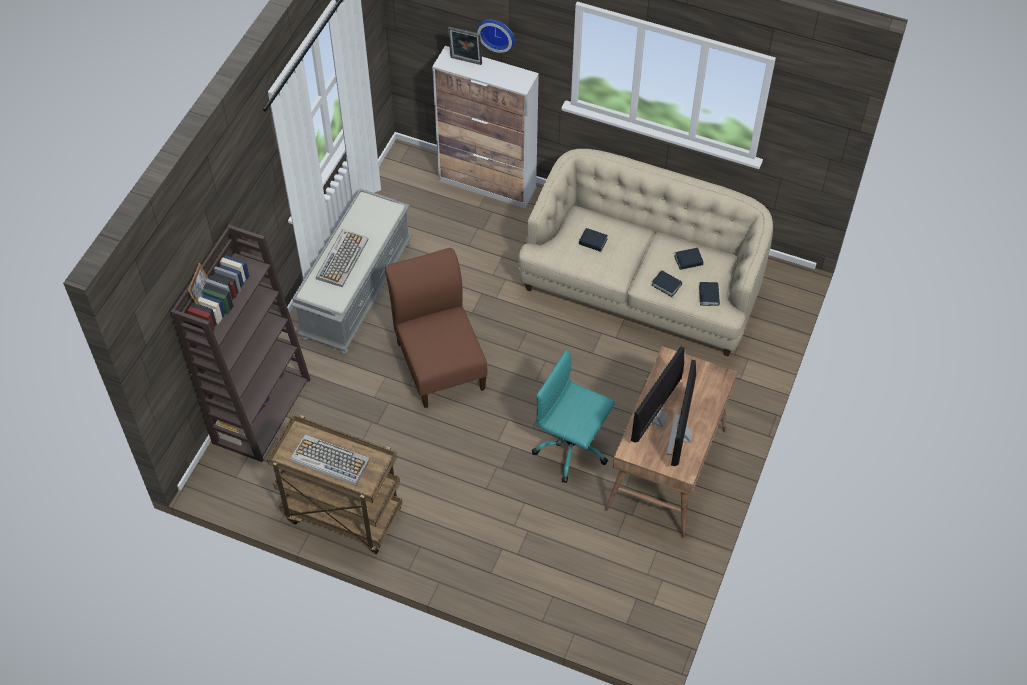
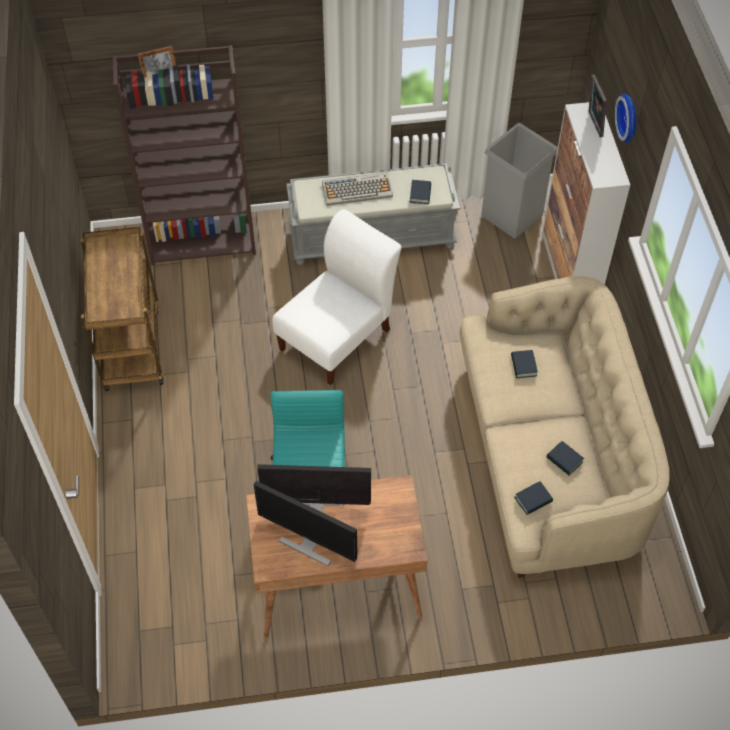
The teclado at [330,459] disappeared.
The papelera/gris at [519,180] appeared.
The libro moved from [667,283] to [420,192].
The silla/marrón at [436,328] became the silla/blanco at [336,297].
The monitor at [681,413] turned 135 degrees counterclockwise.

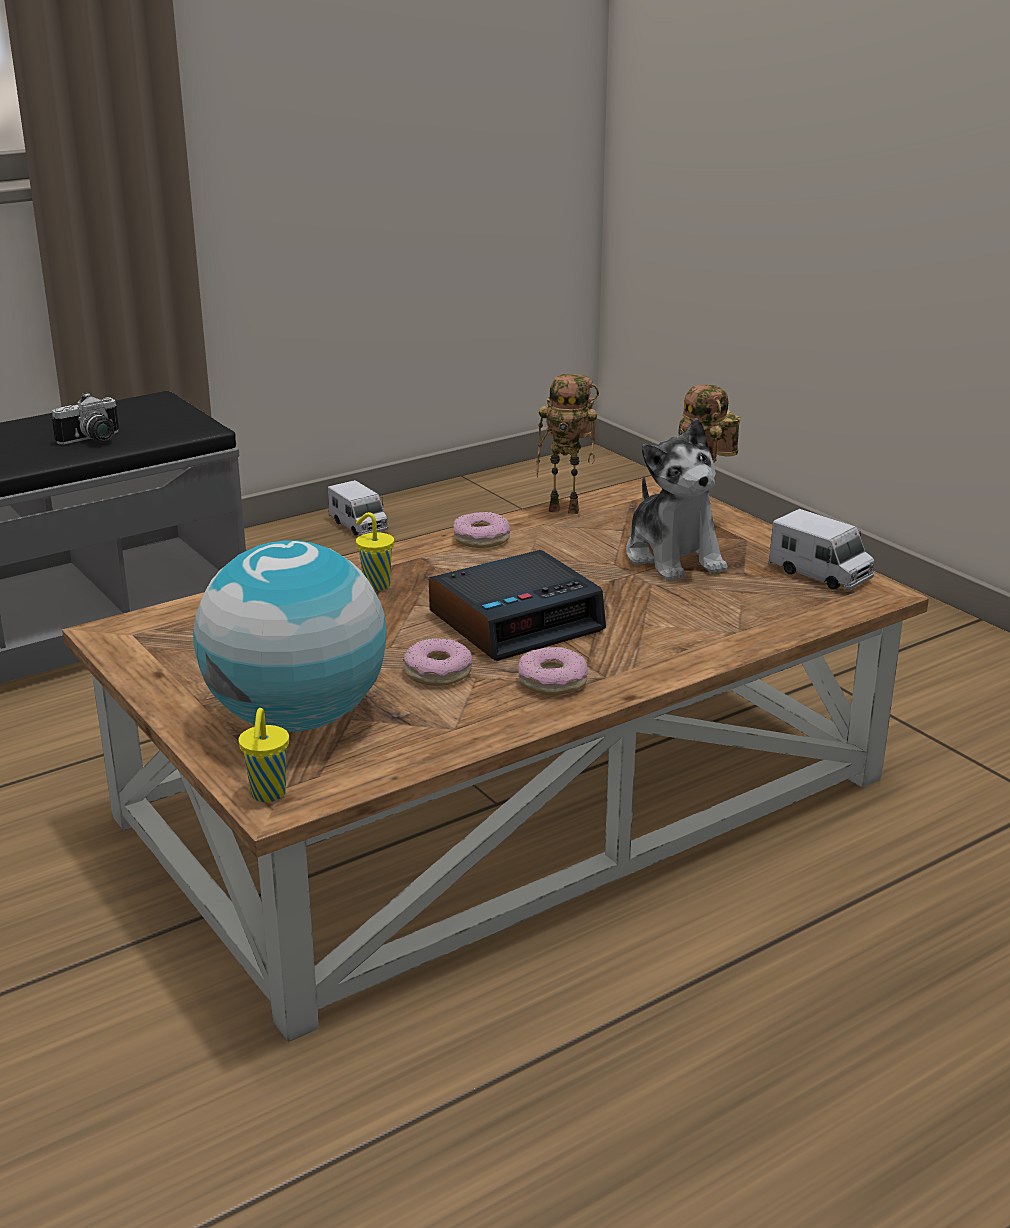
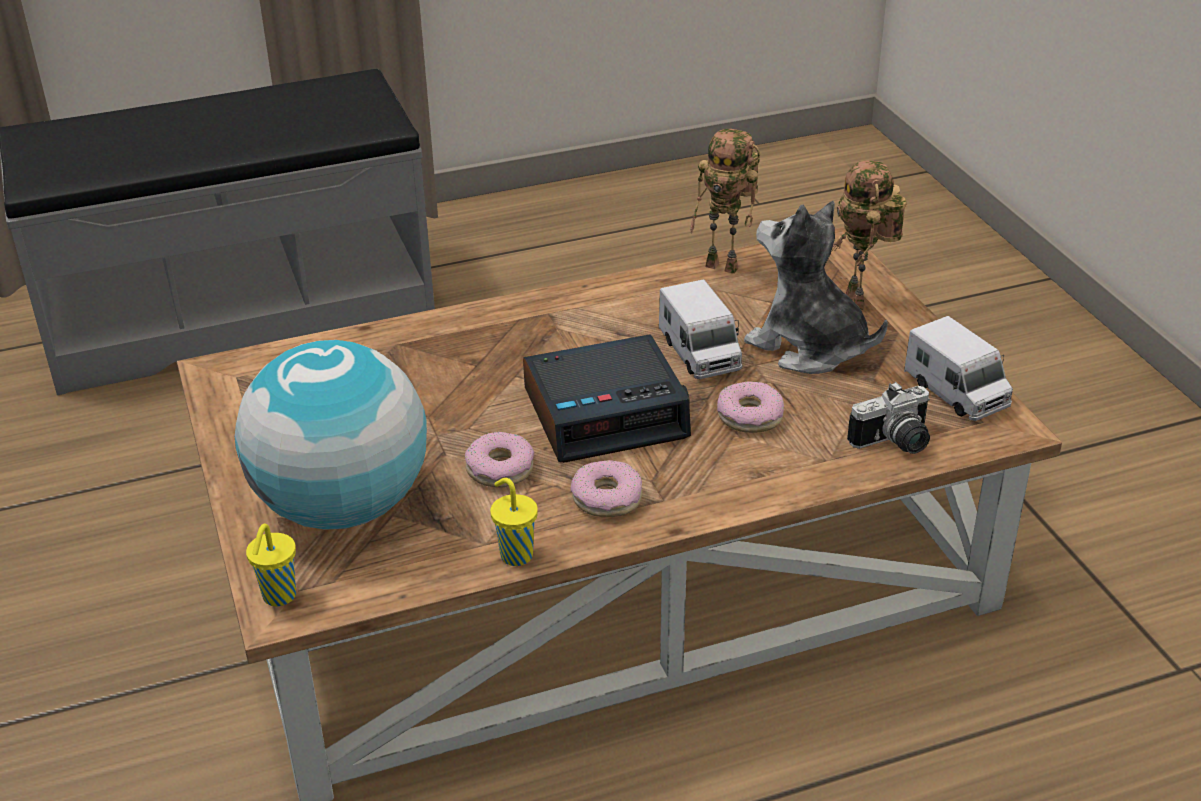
The cámara moved from [85,418] to [888,418].
The camión de juguete moved from [358,508] to [700,329].
The taza/amarillo moved from [375,551] to [514,522].
The rosquilla moved from [481,530] to [750,407].
The peluche at [677,499] turned 135 degrees clockwise.

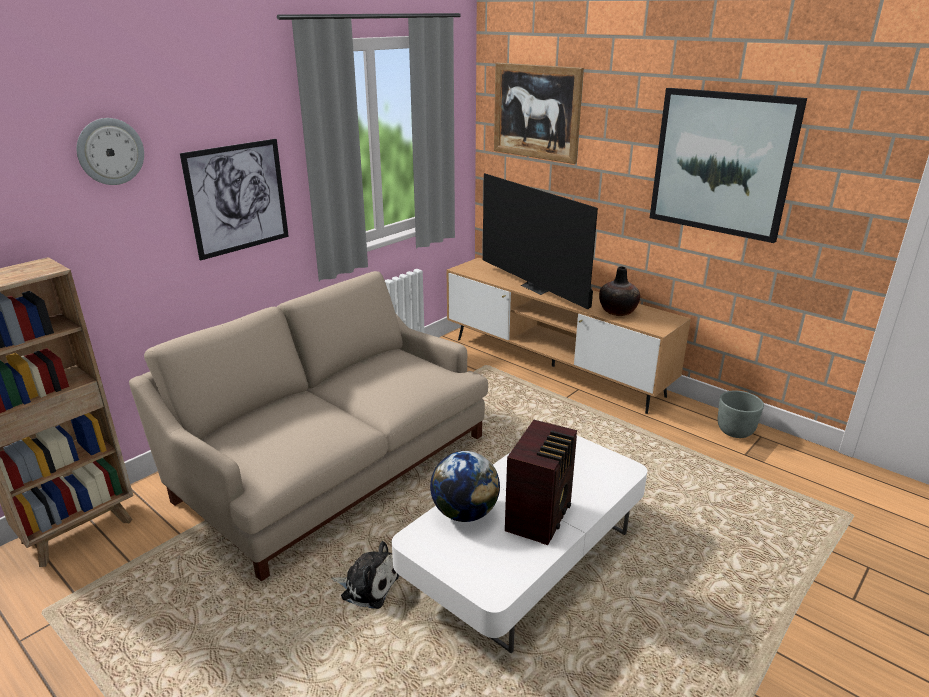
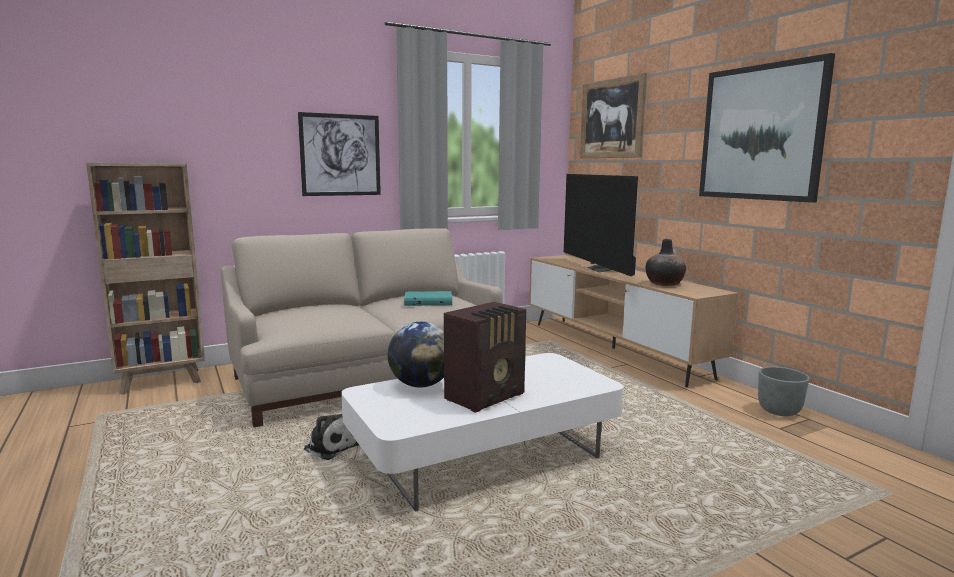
The reloj de pared at [110,151] disappeared.
The libro/turquesa at [428,298] appeared.

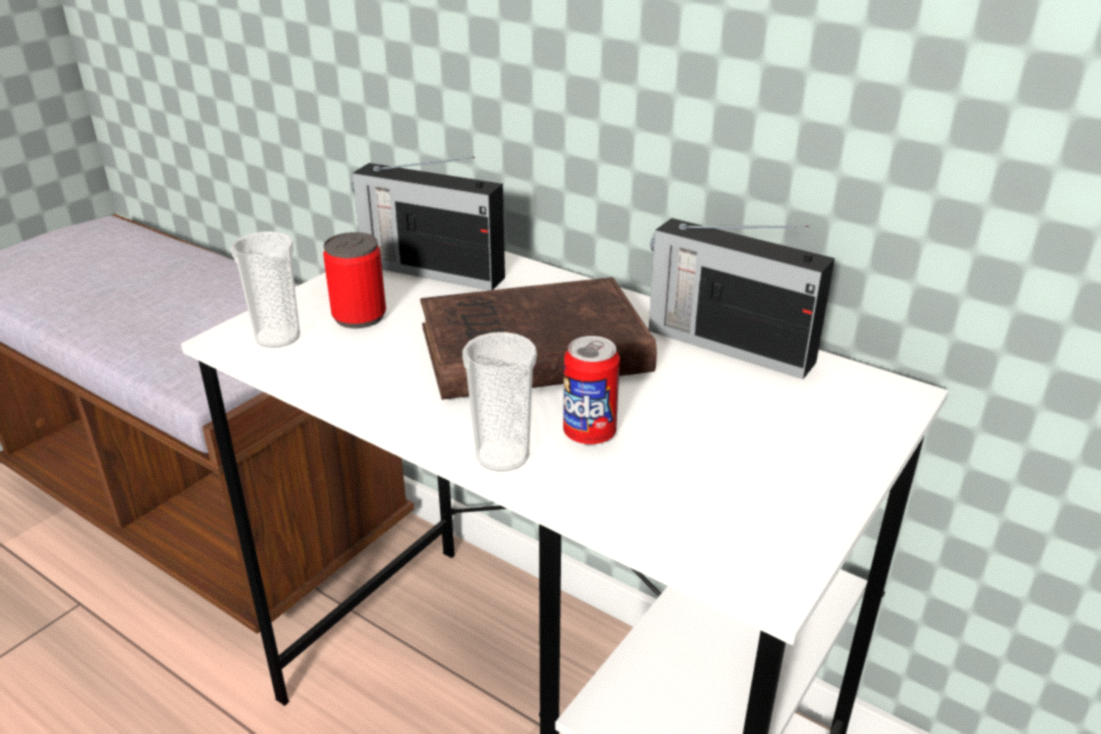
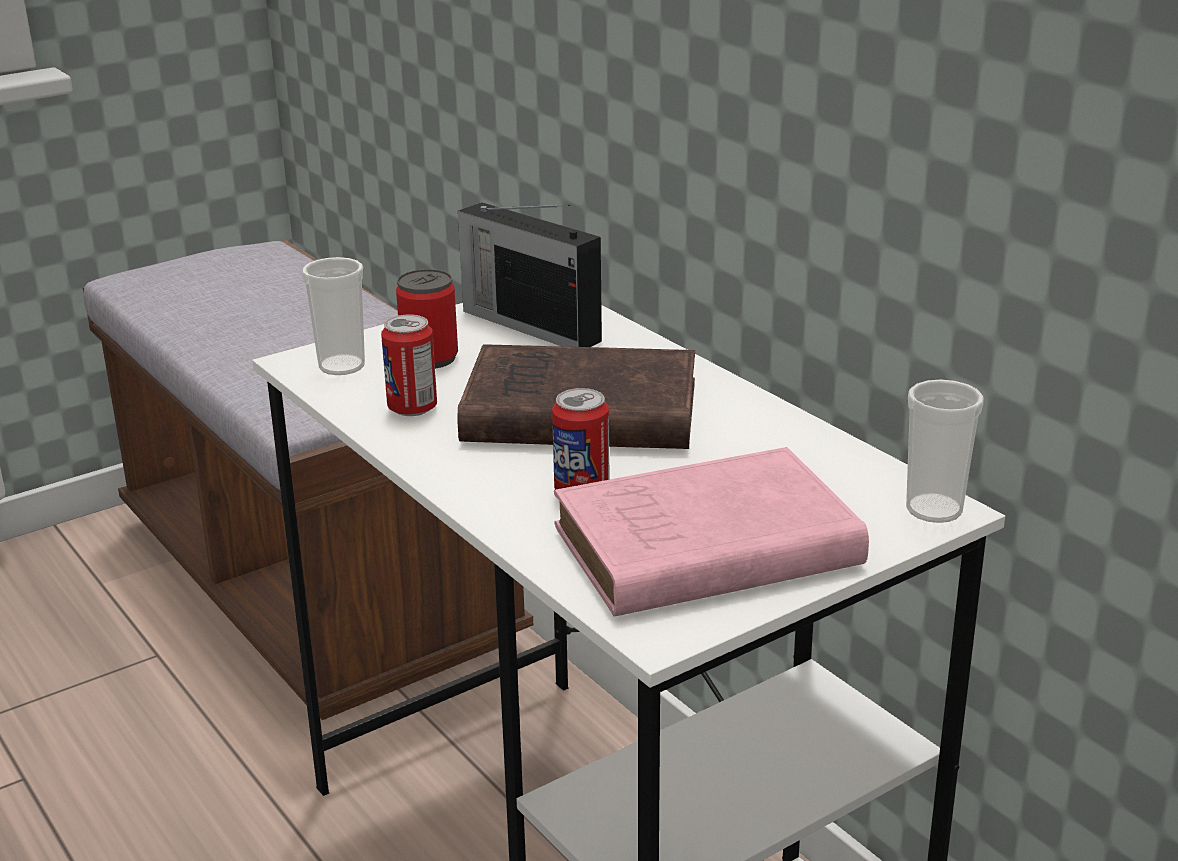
The radio at [742,298] disappeared.
The lata at [409,365] appeared.
The libro/rosa at [711,532] appeared.
The taza moved from [500,402] to [945,451].

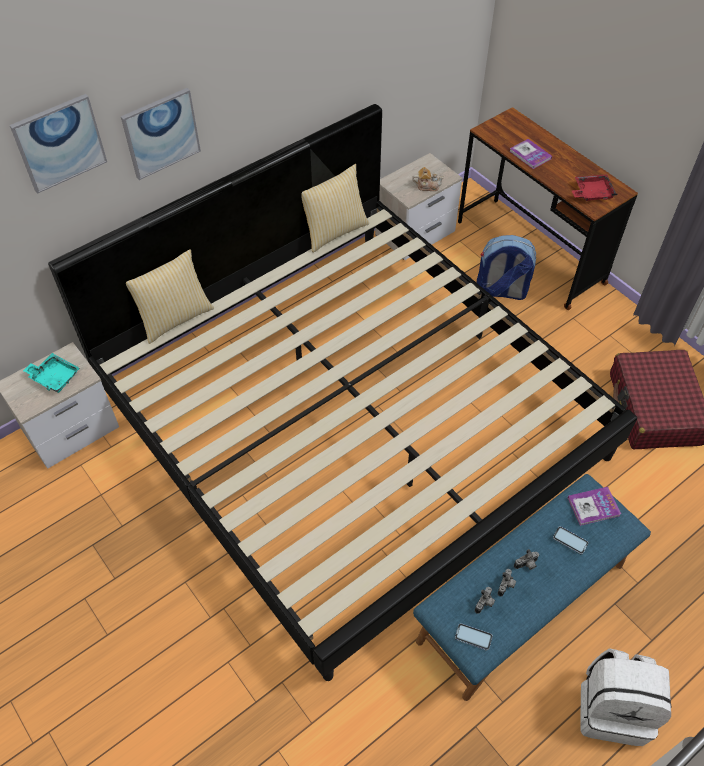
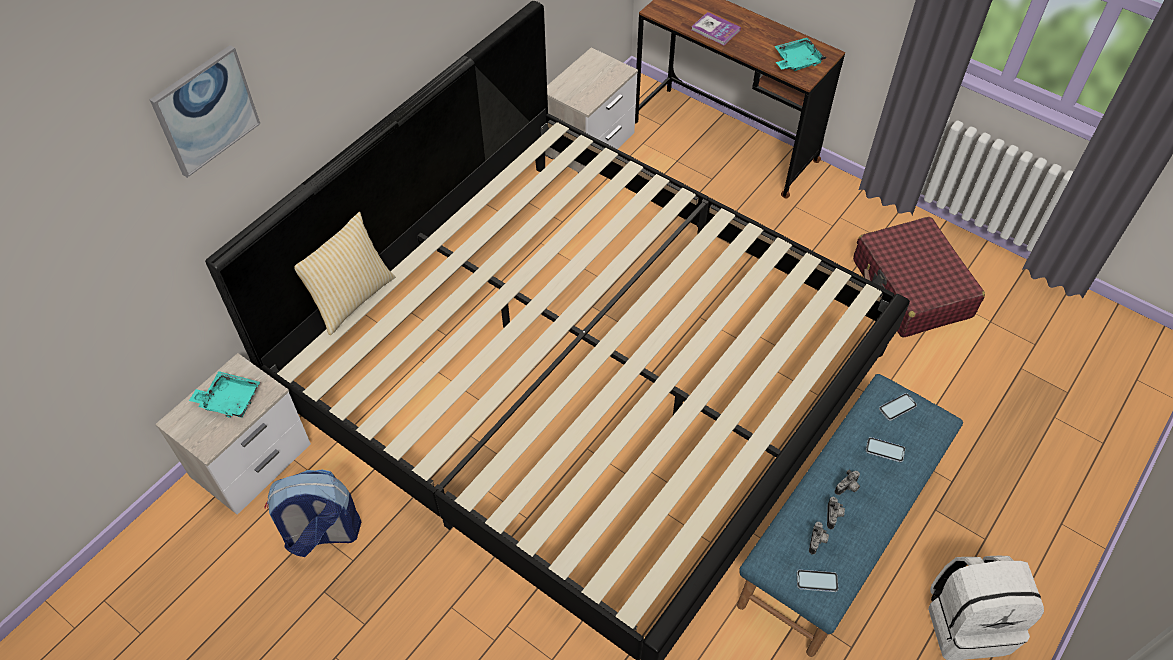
The cuadro at [161,134] disappeared.
The cojín at [335,208] disappeared.
The tetera at [428,179] disappeared.
The mochila moved from [506,267] to [312,513].
The libro at [594,506] was replaced by the móvil at [898,407].
The bandeja/rojo at [595,187] became the bandeja/turquesa at [800,54].

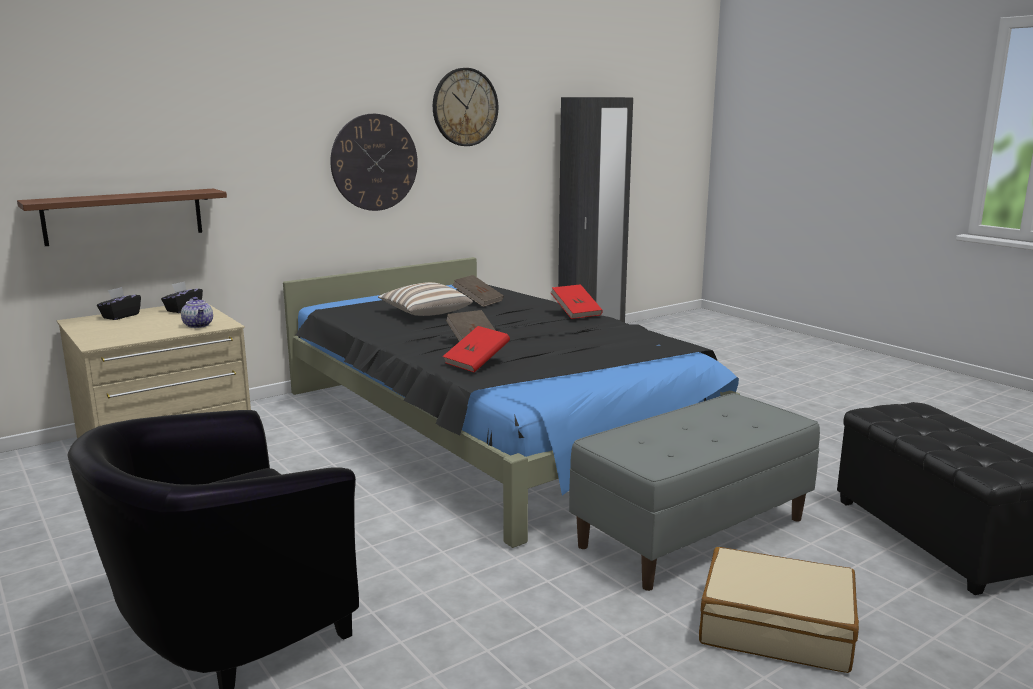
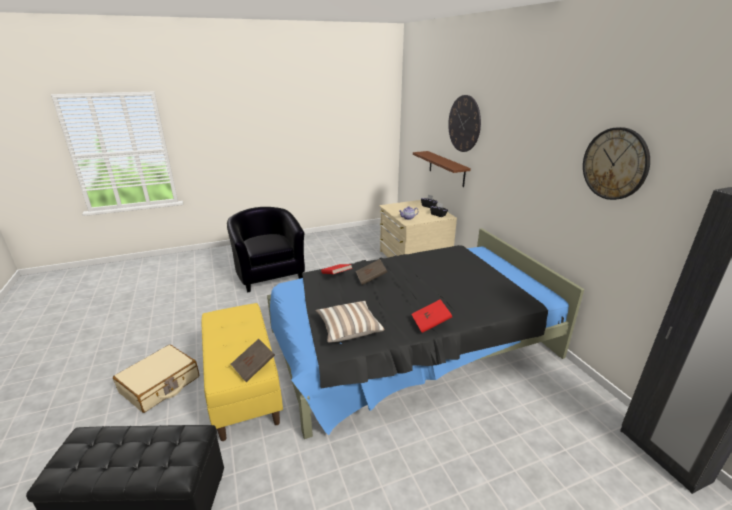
The reloj de pared moved from [374,162] to [464,123].
The cojín moved from [425,299] to [349,322].
The libro/marrón moved from [478,291] to [253,360].
The banco/gris at [694,492] became the banco/amarillo at [242,372].

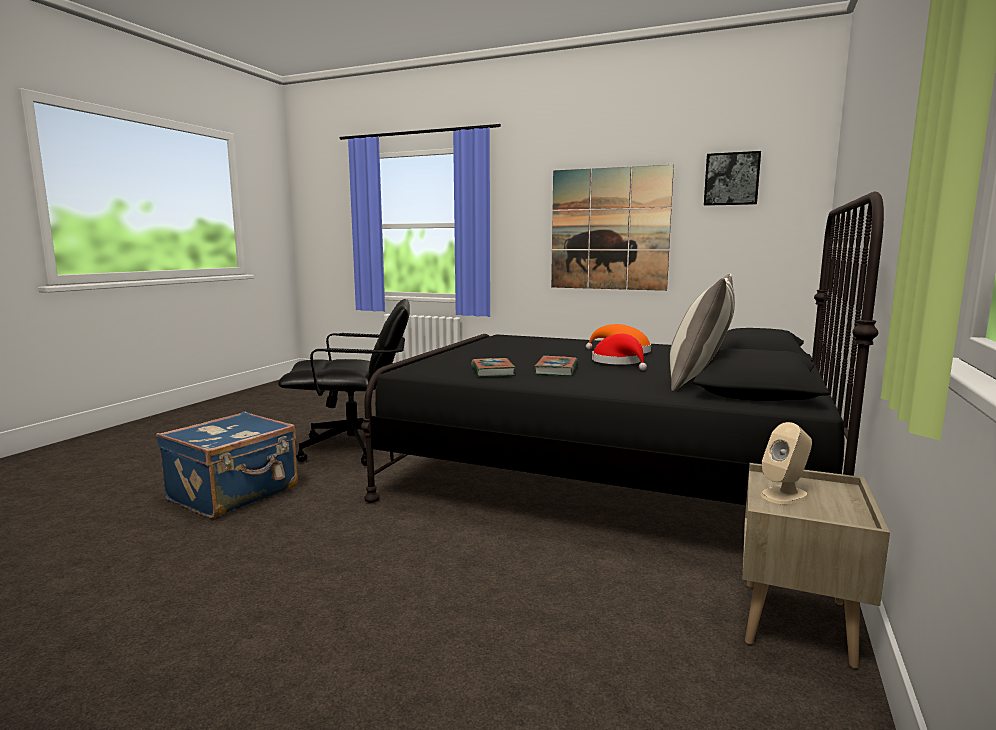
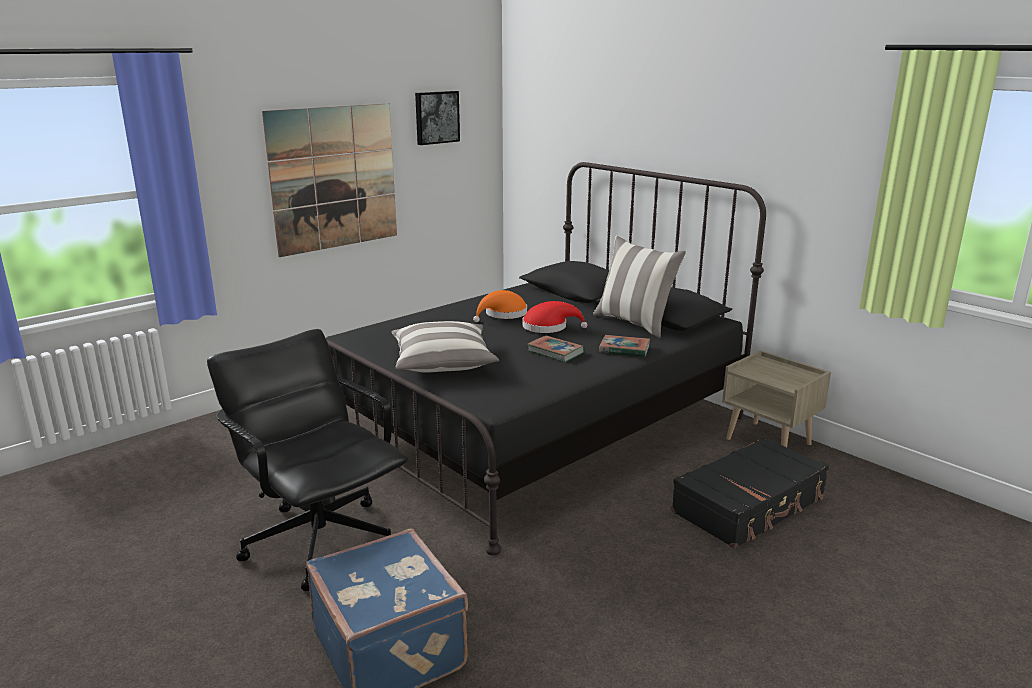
The altavoz/beis at [786,463] disappeared.
The cojín at [445,346] appeared.
The maleta/negro at [750,492] appeared.
The libro moved from [493,367] to [624,346].
The silla de oficina/negro at [344,382] turned 60 degrees counterclockwise.

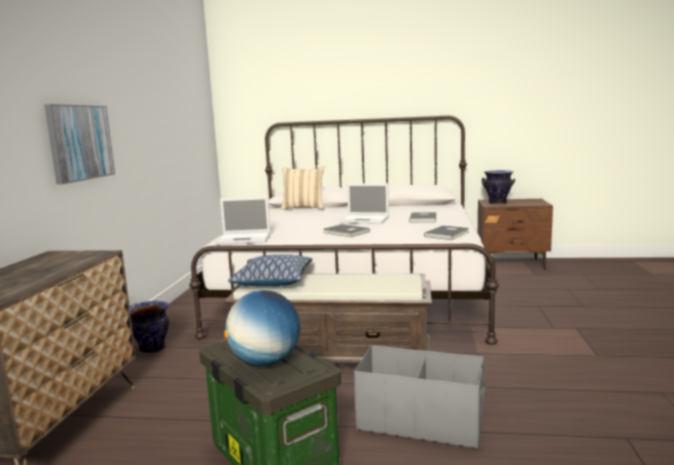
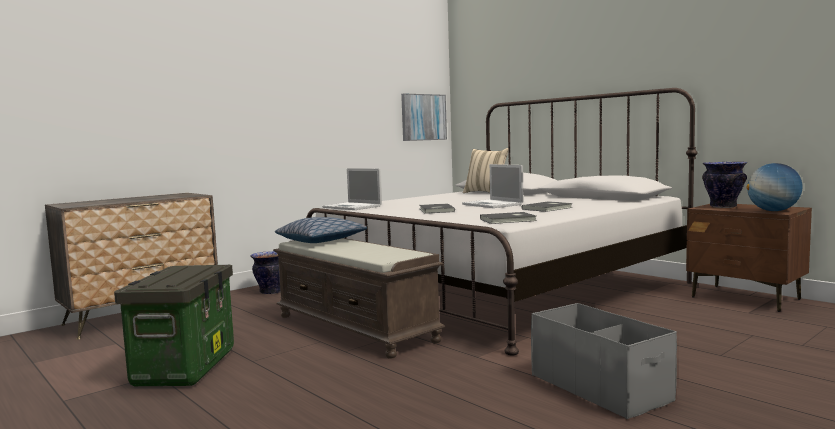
The cuadro moved from [79,144] to [424,117].
The globo terráqueo moved from [262,328] to [775,187].
The caja de almacenaje/gris moved from [420,397] to [604,361].

